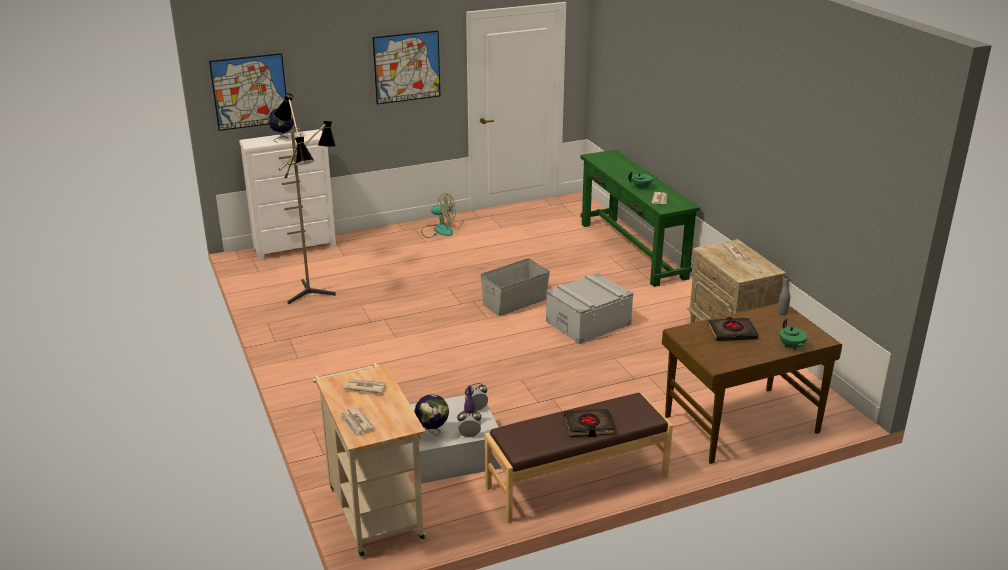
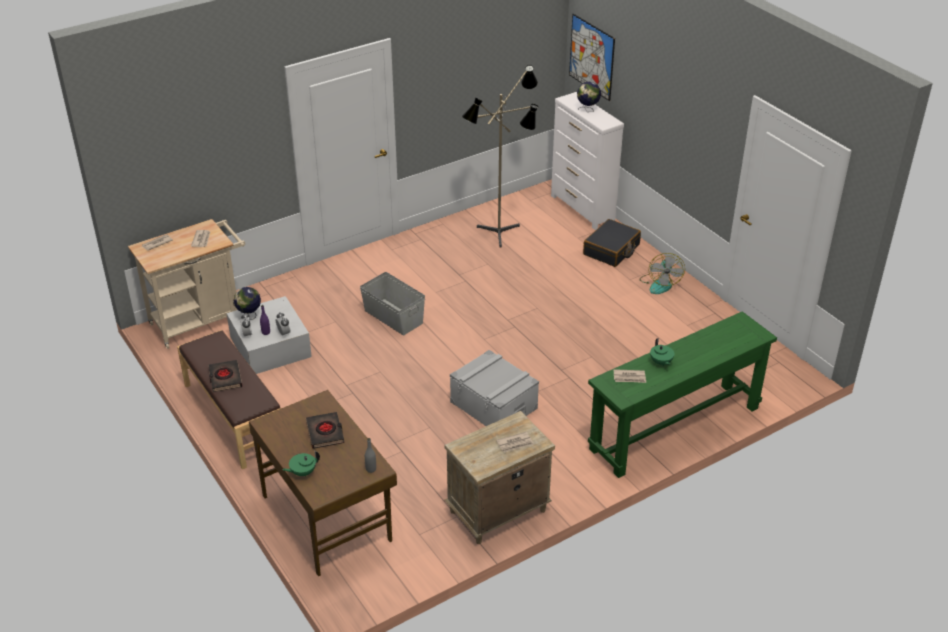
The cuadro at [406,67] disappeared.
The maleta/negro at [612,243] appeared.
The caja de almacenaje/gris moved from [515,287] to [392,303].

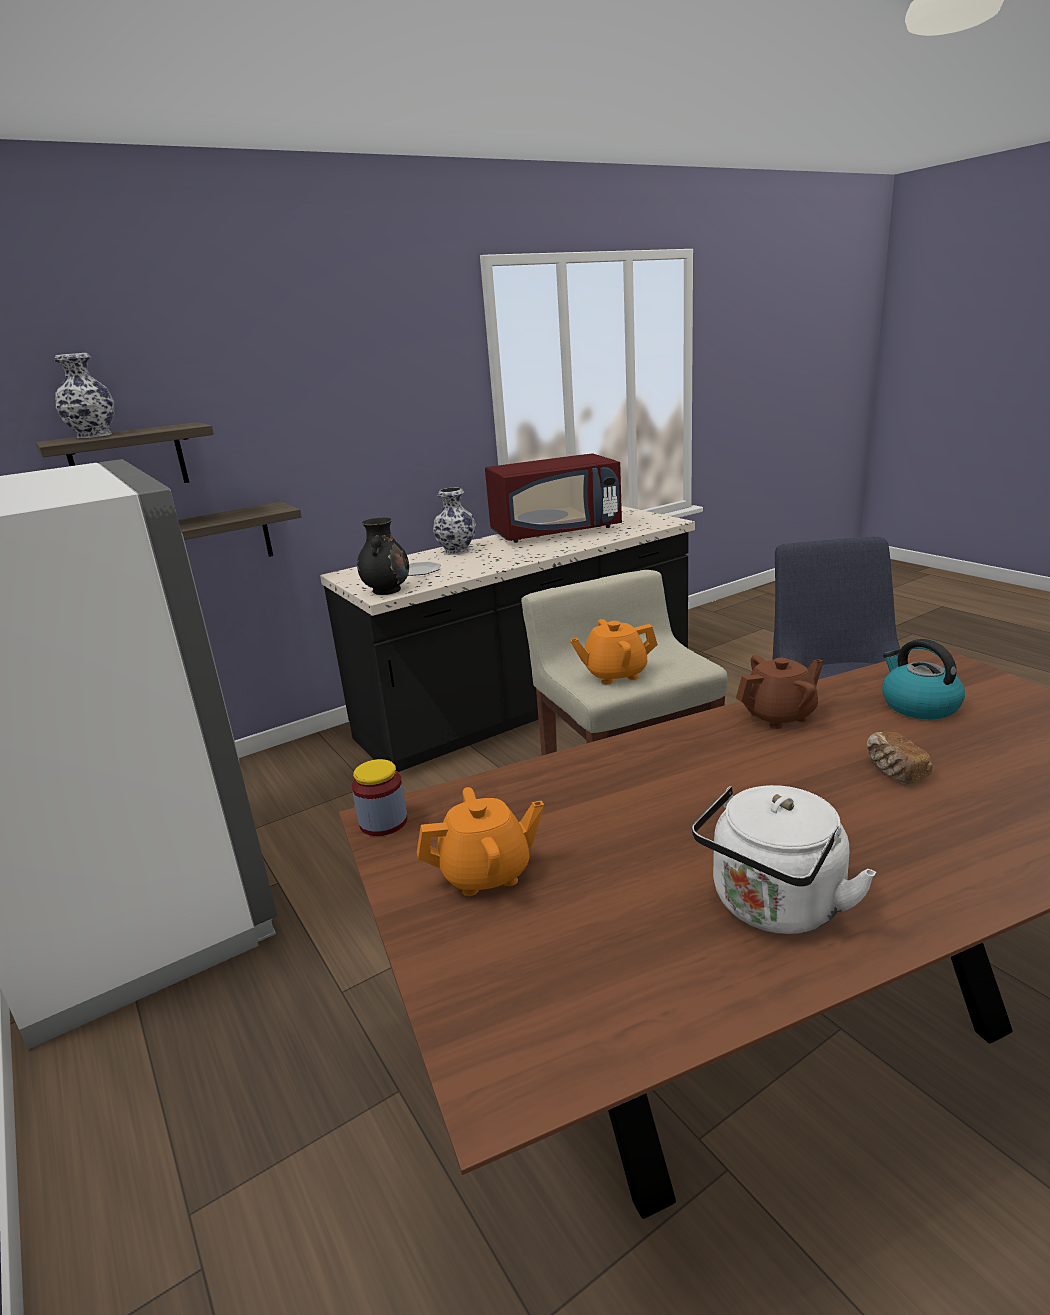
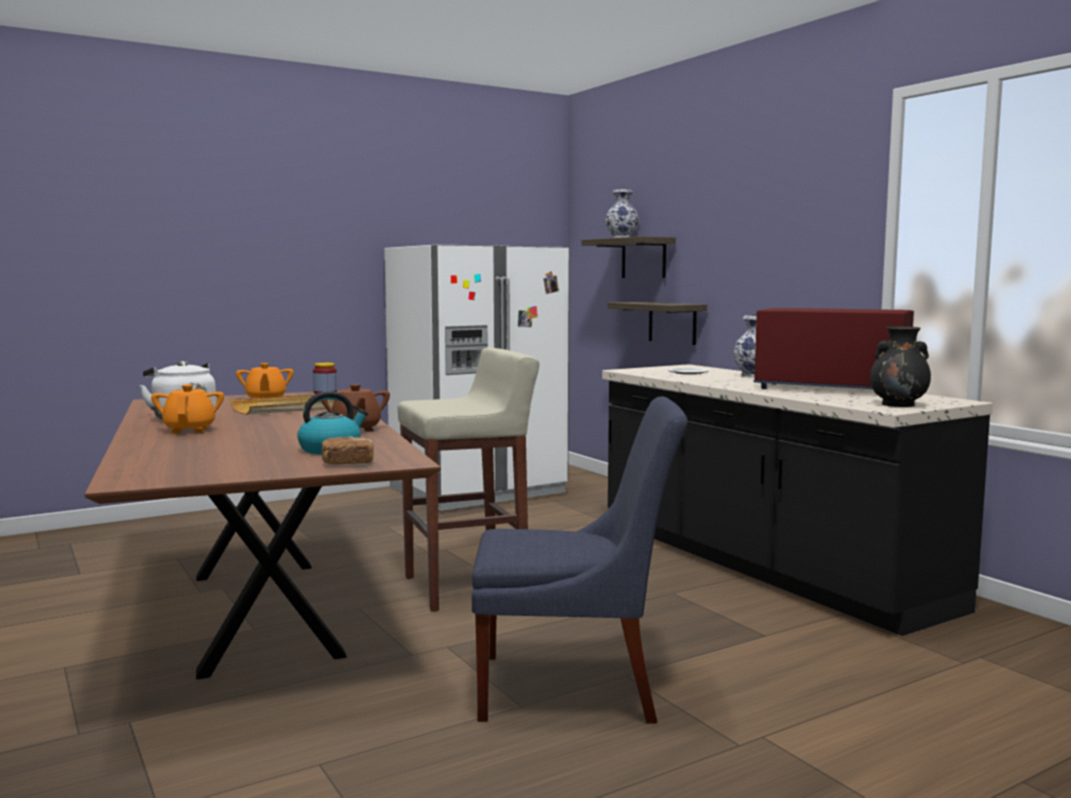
The bandeja/beis at [282,405] appeared.
The florero/negro moved from [383,556] to [900,366].
The tetera/naranja moved from [614,651] to [187,409].
The pan moved from [900,758] to [348,450].
The microondas/rojo at [553,498] turned 135 degrees clockwise.

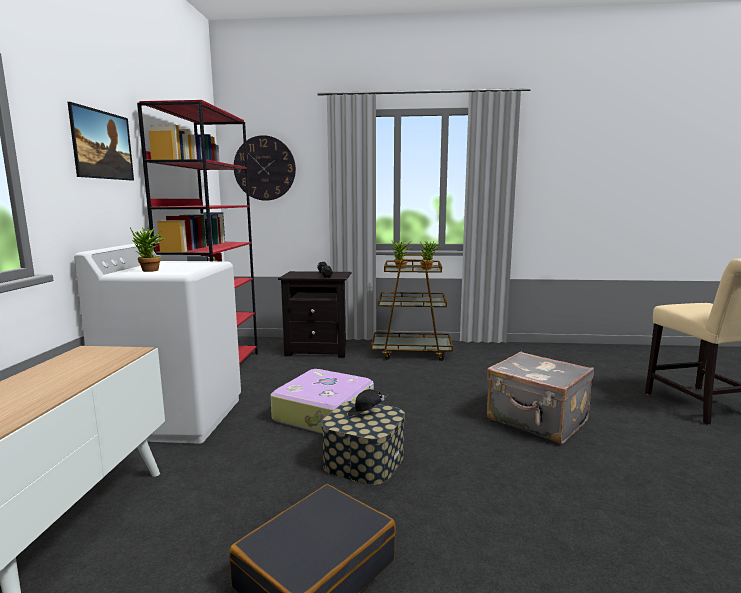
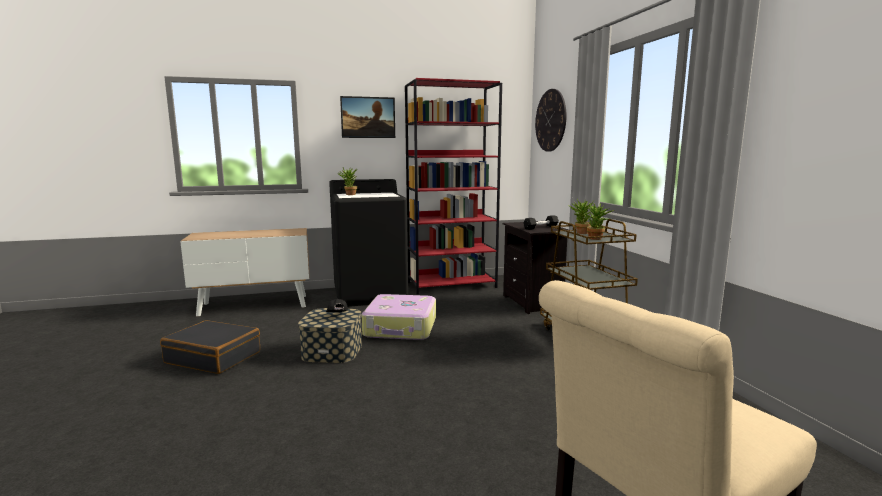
The maleta/gris at [540,398] disappeared.
The lavadora/blanco at [157,343] became the lavadora/negro at [368,243].

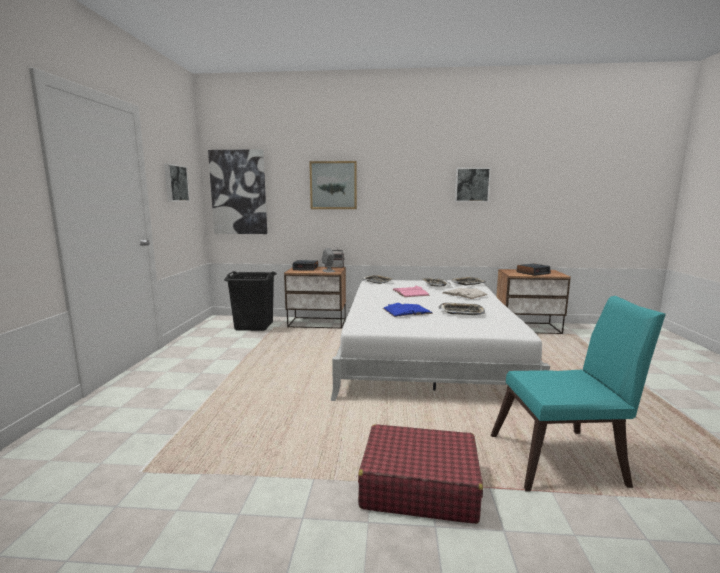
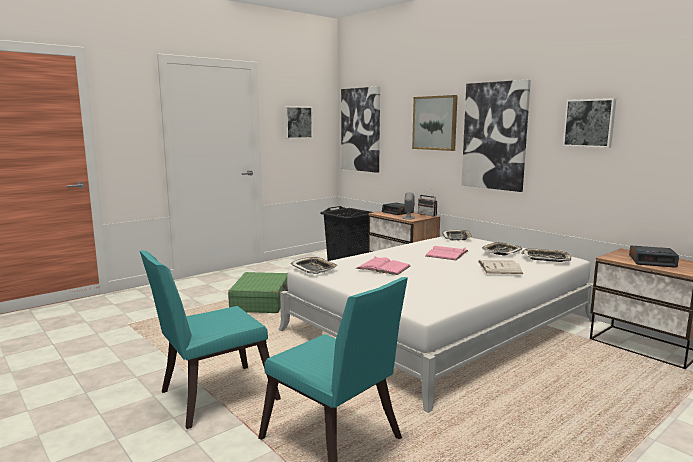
The maleta/verde at [258,292] appeared.
The cuadro at [496,135] appeared.
The bandeja moved from [462,309] to [314,265].
The maleta/rojo at [420,474] was replaced by the silla/turquesa at [210,339].
The libro/azul at [408,310] became the libro/rosa at [383,266].

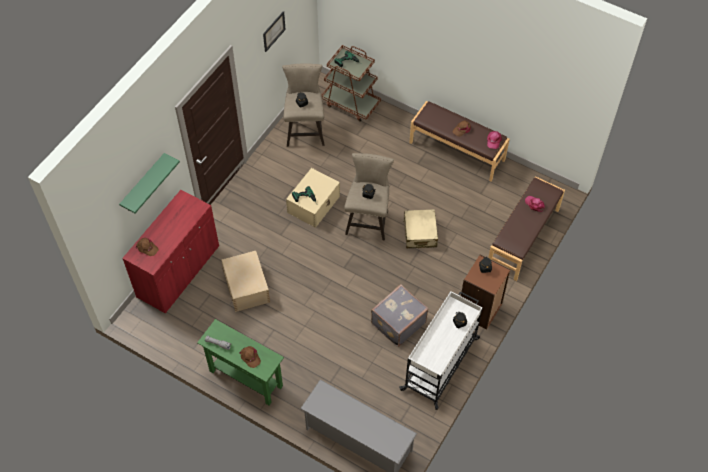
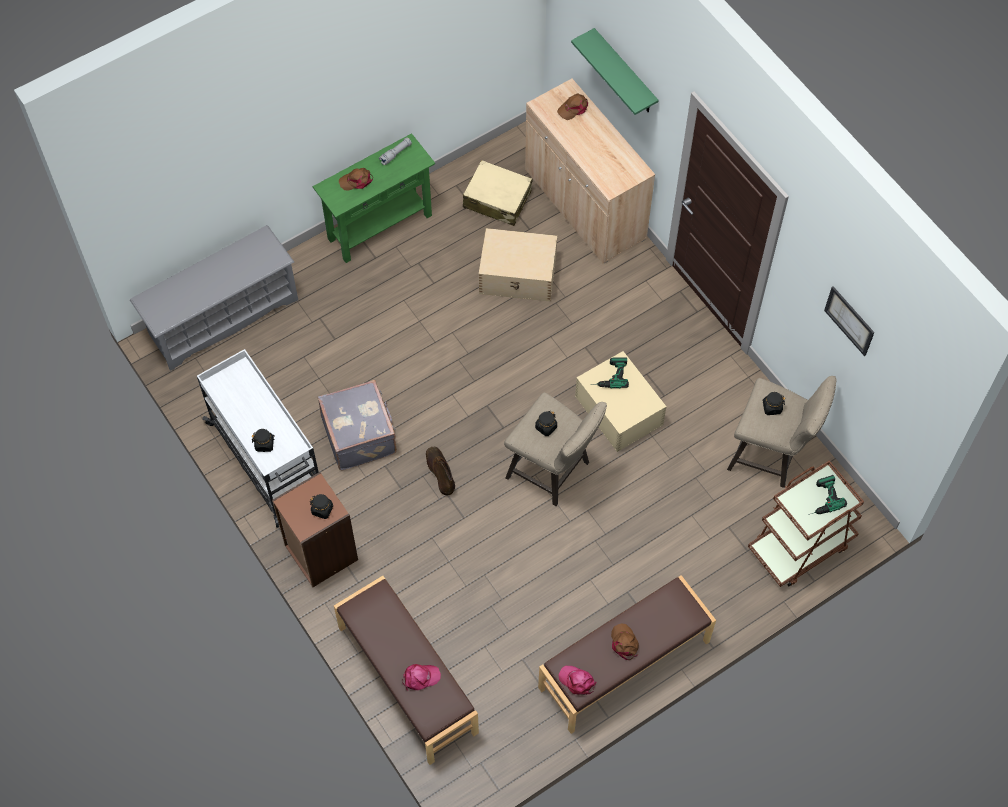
The bota/marrón at [440,471] appeared.
The maleta/beis moved from [420,228] to [497,193].
The armario/rojo at [170,251] became the armario/beis at [590,171].

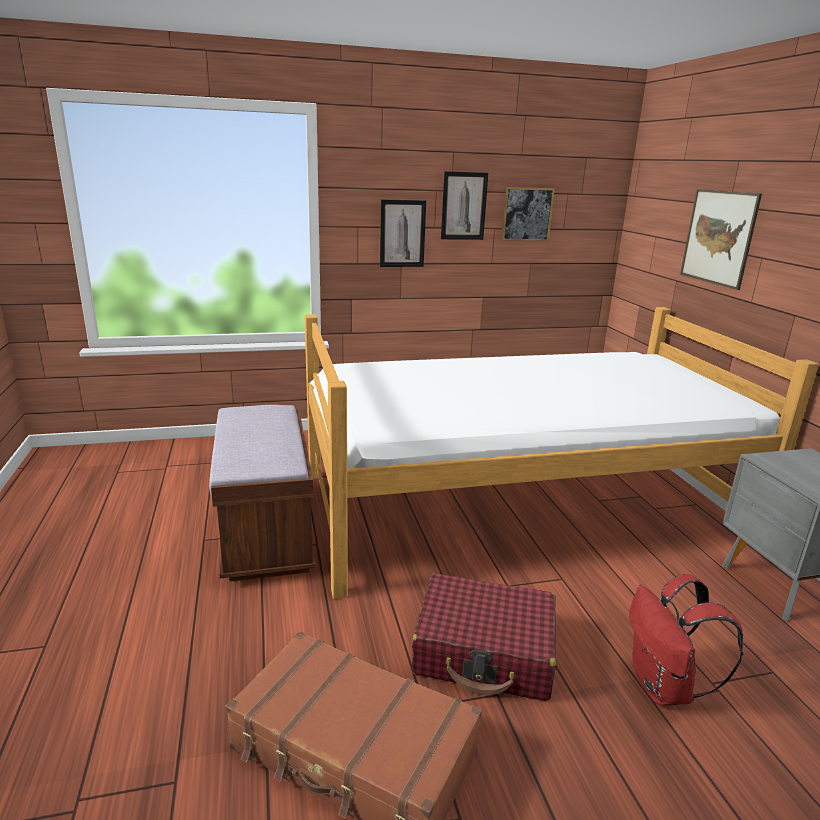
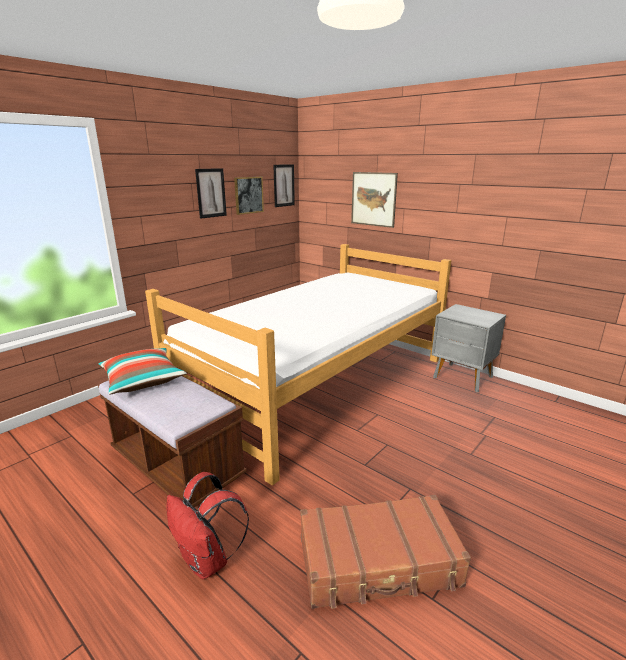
The maleta/rojo at [483,637] disappeared.
The cojín at [142,371] appeared.
The cuadro moved from [403,233] to [284,185].
The mochila/rojo moved from [686,640] to [207,526].

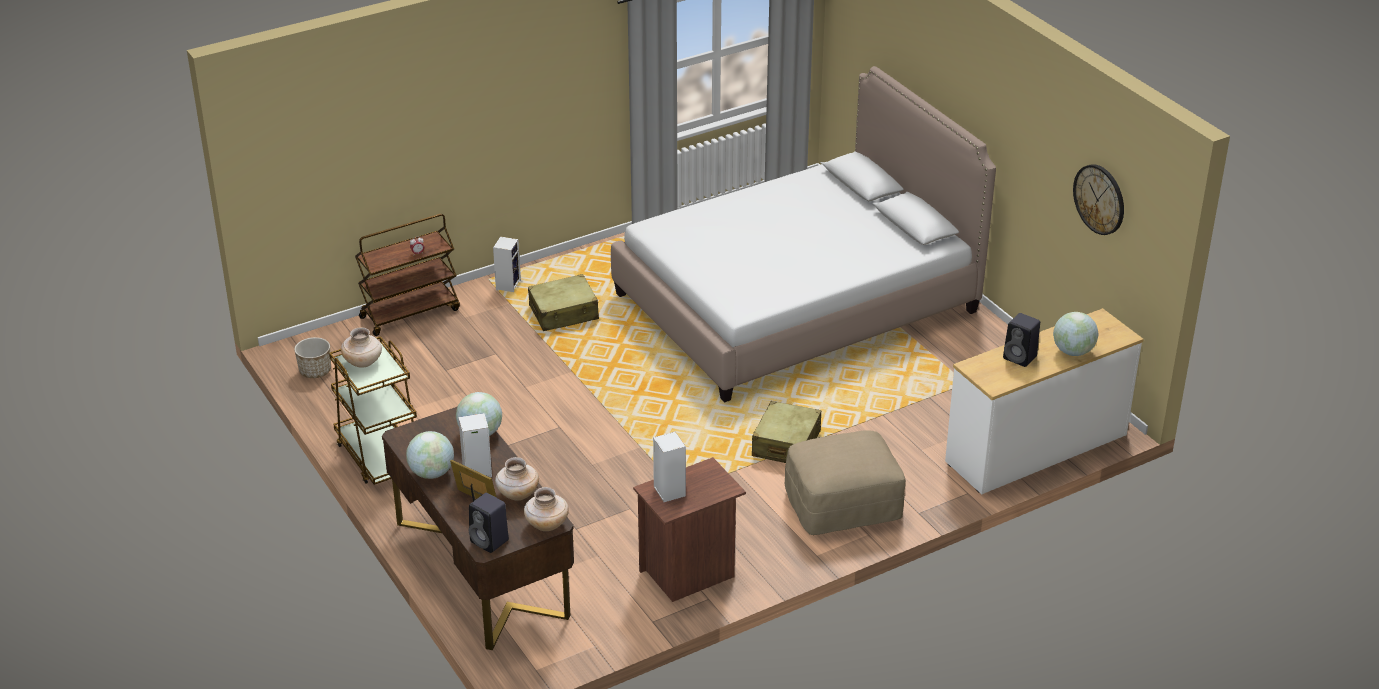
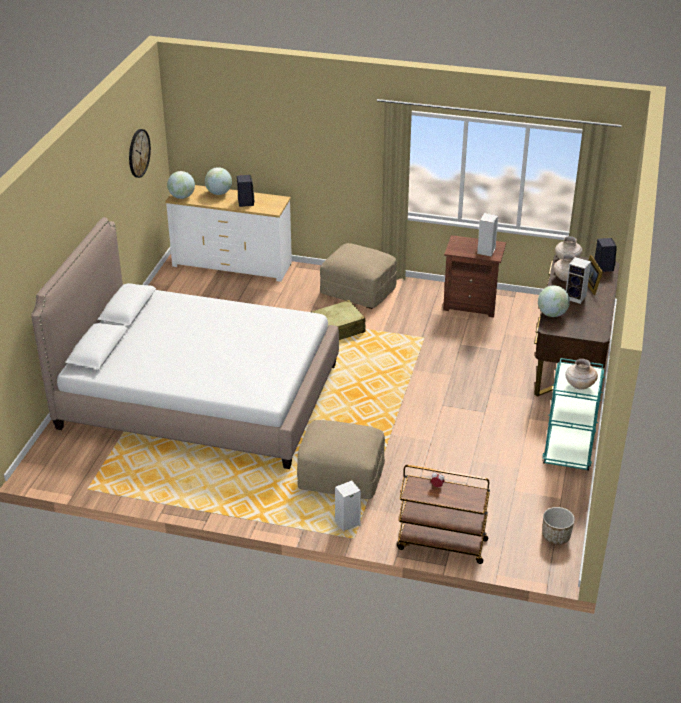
The globo terráqueo moved from [430,455] to [181,185].
The maleta/beis at [563,302] was replaced by the puf/beis at [341,459].
The carrito/marrón at [373,410] became the carrito/turquesa at [573,414].

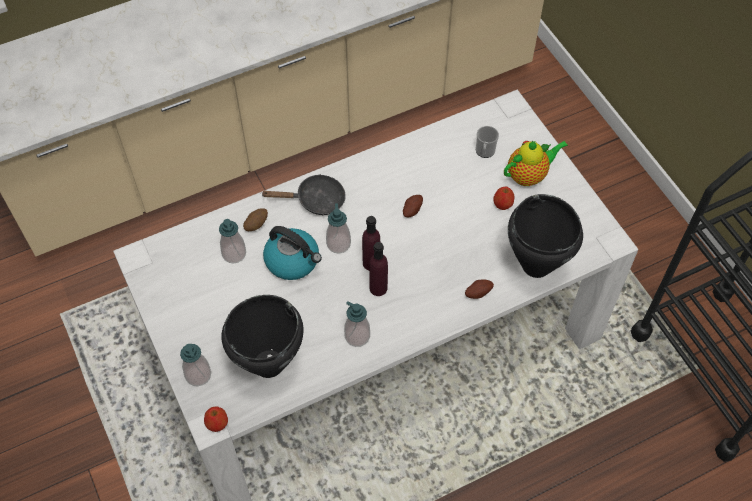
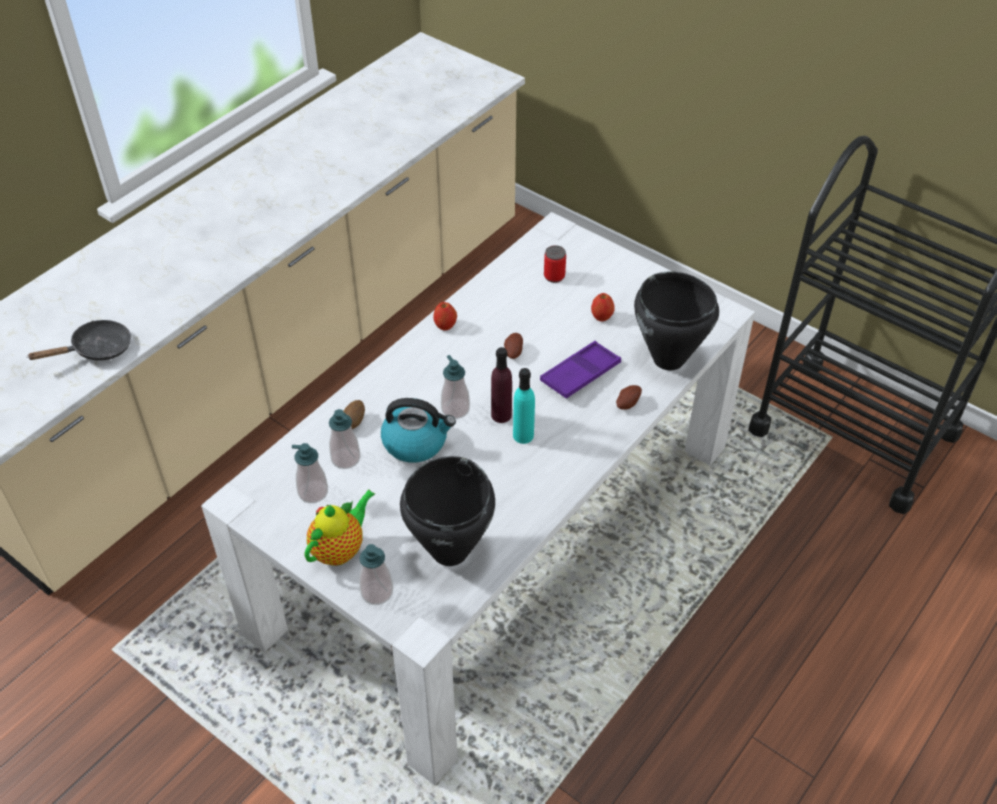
The bandeja/morado at [580,370] appeared.
The manzana moved from [216,419] to [445,316].
The sartén/negro moved from [303,194] to [79,340].
The dispensador de jabón moved from [357,324] to [310,473].
The tetera moved from [536,163] to [339,527].
The taza grande at [487,142] was replaced by the lata at [555,264].
The botella/morado at [379,269] became the botella/turquesa at [524,406].

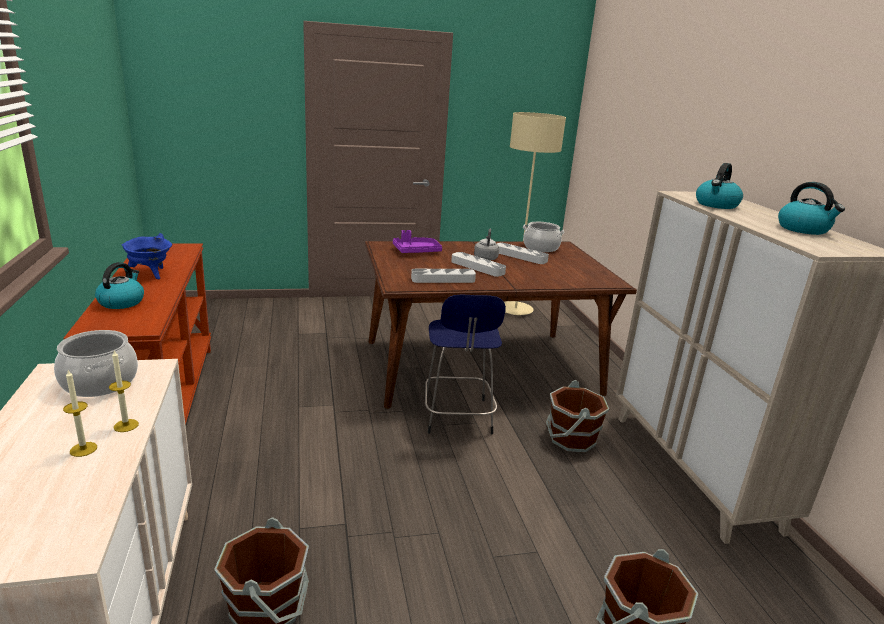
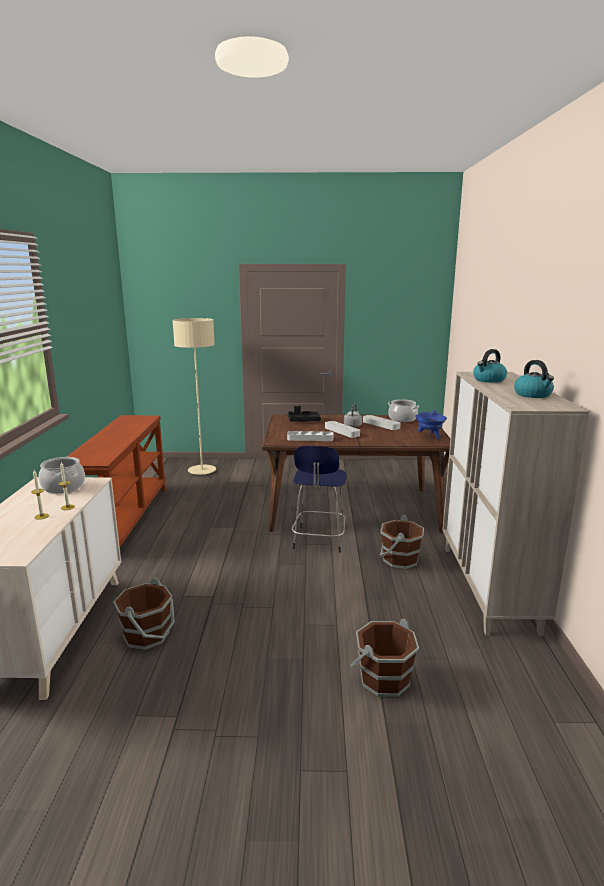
The hervidor at [119,285] disappeared.
The olla/azul moved from [147,256] to [431,425].
The lámpara de pie/beis moved from [535,213] to [194,396].
The bandeja/morado at [417,241] became the bandeja/negro at [304,414].

